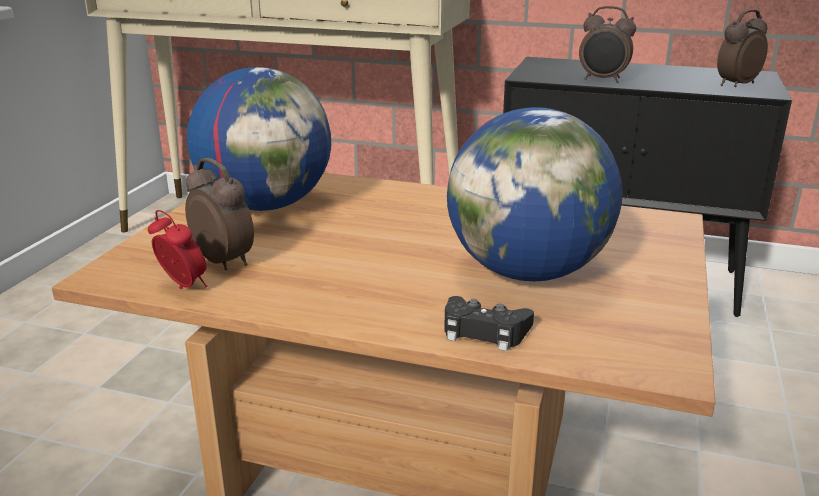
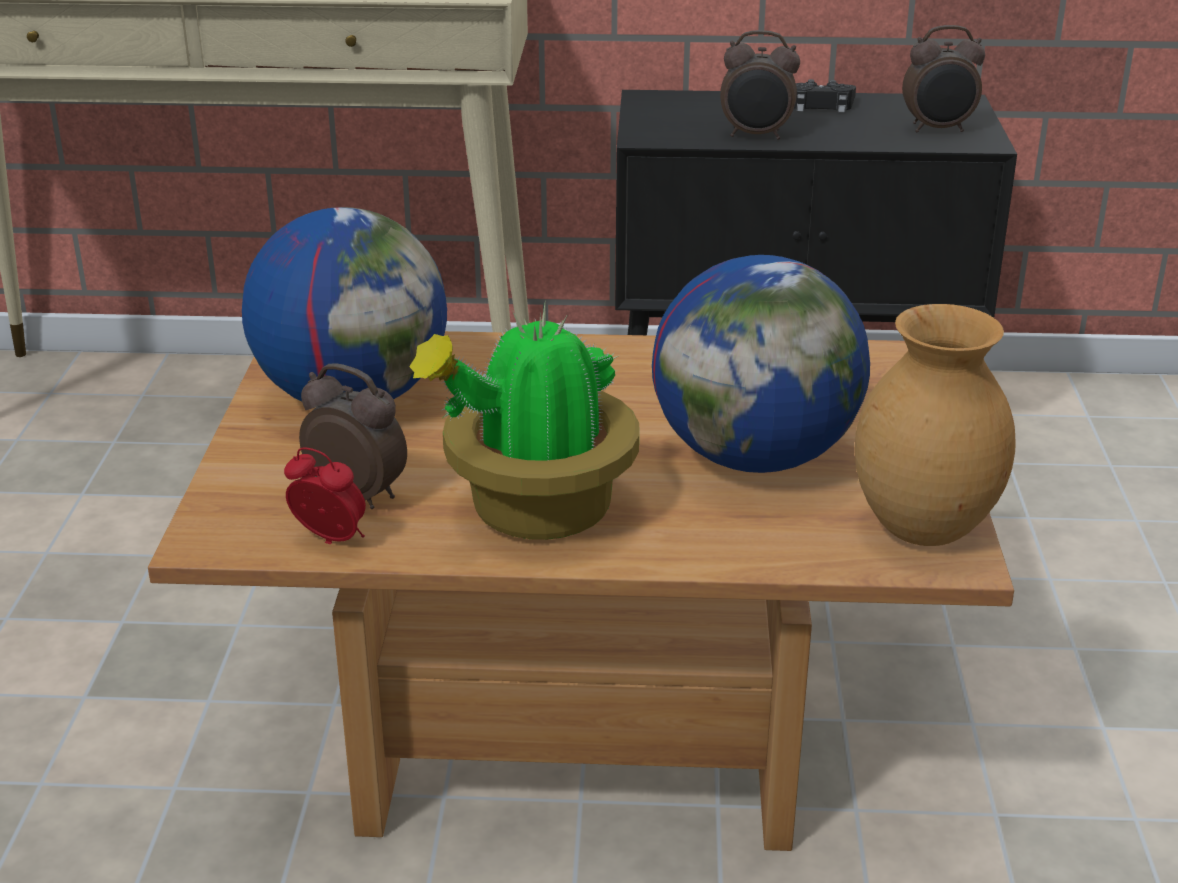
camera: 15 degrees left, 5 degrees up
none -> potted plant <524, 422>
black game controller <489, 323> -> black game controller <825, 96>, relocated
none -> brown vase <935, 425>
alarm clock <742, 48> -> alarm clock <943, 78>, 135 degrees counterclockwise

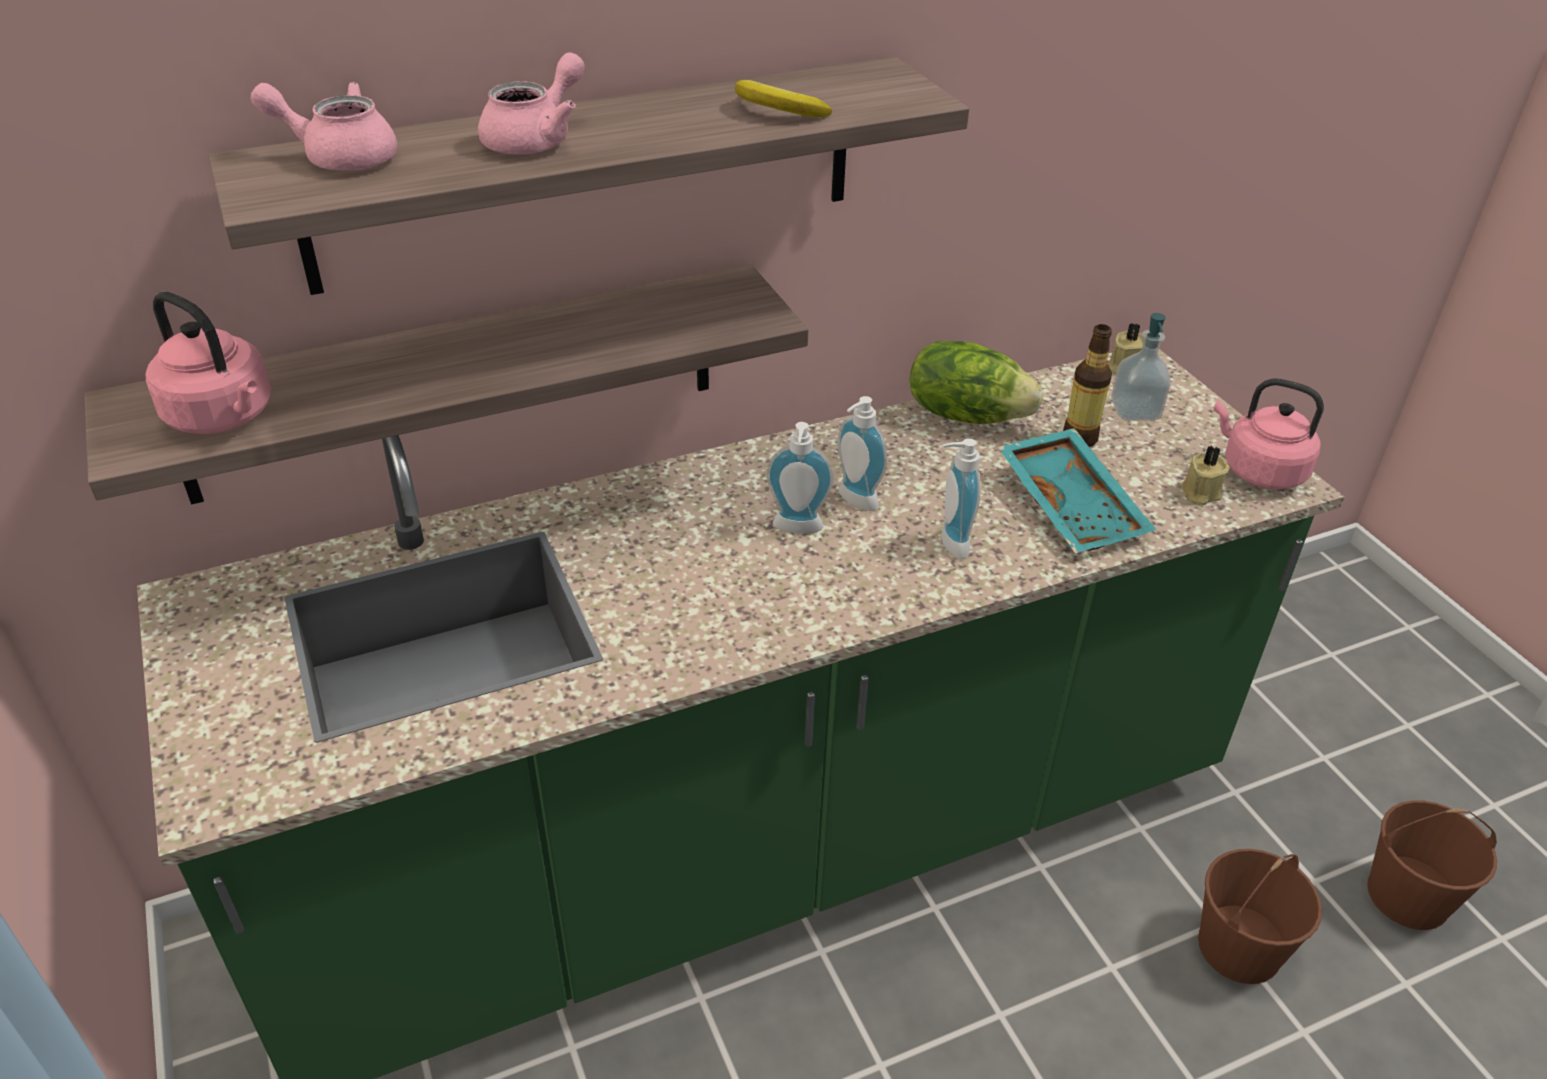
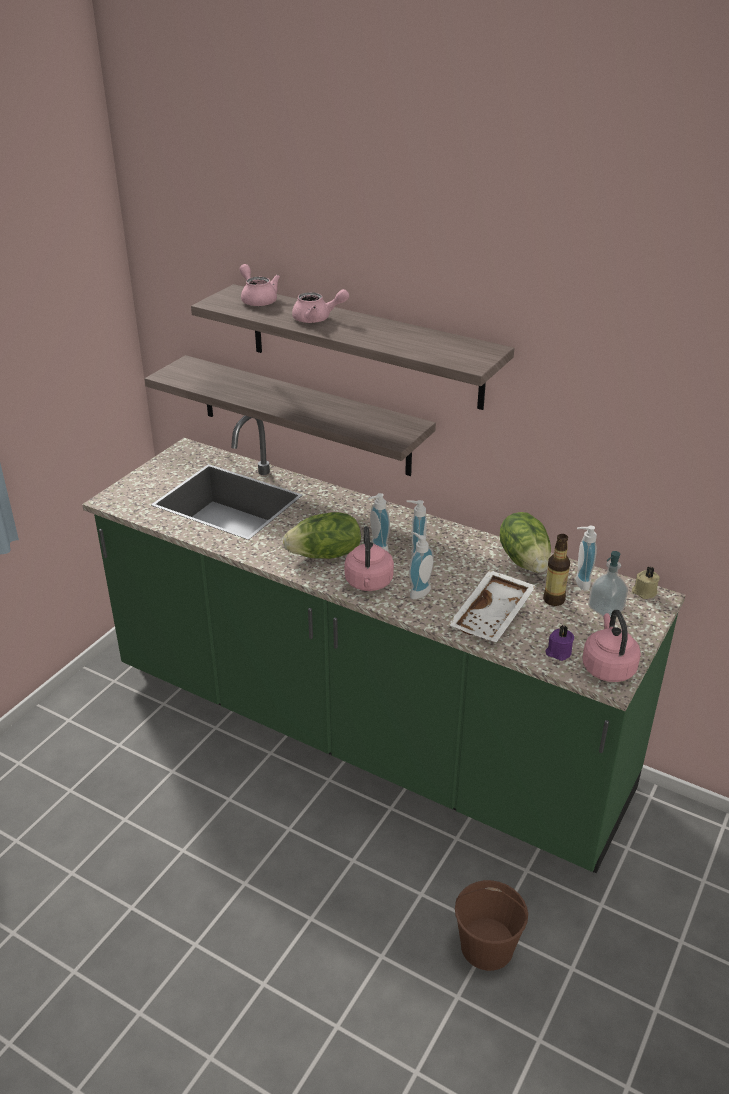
camera: 55 degrees right, 5 degrees down
none -> lettuce <322, 535>
pink kettle <208, 363> -> pink kettle <369, 558>, relocated
turquoise tray <1077, 490> -> white tray <492, 606>
beige candle <1205, 475> -> purple candle <559, 643>
none -> soap dispenser <586, 558>
banana <783, 98> -> none
brown bucket <1432, 865> -> none

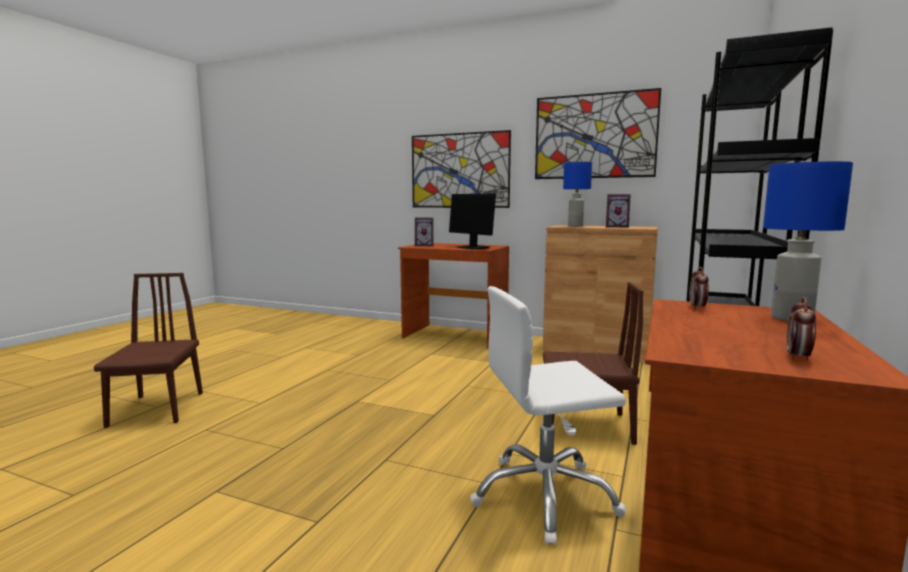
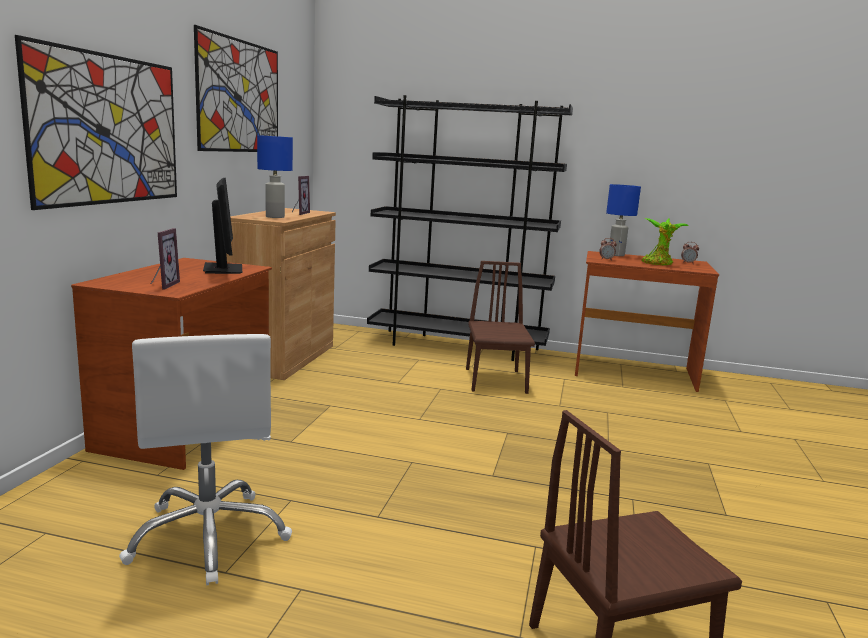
camera: 100 degrees left, 5 degrees up
white office chair <548, 416> -> white office chair <205, 459>, relocated
monitor <472, 221> -> monitor <222, 226>, 60 degrees counterclockwise
none -> potted plant <665, 241>

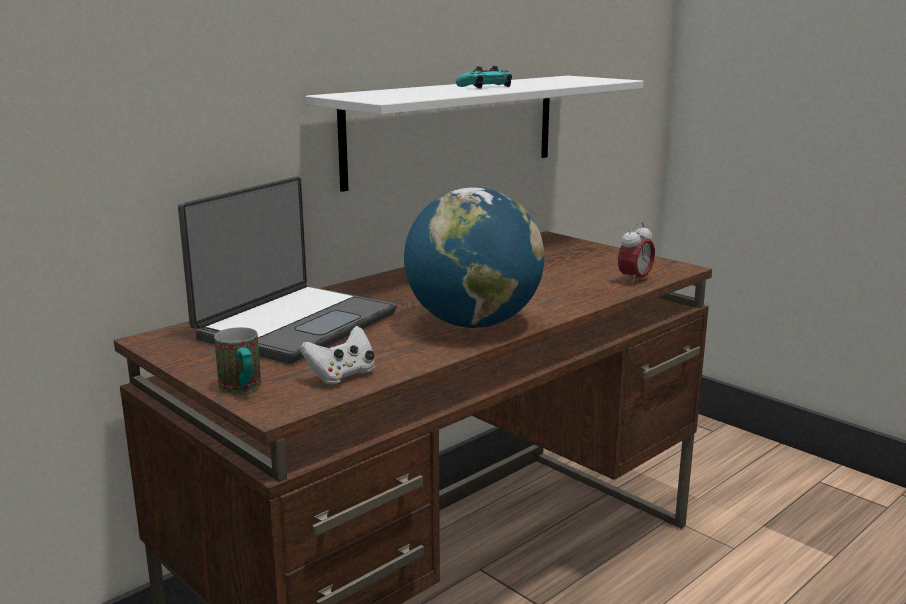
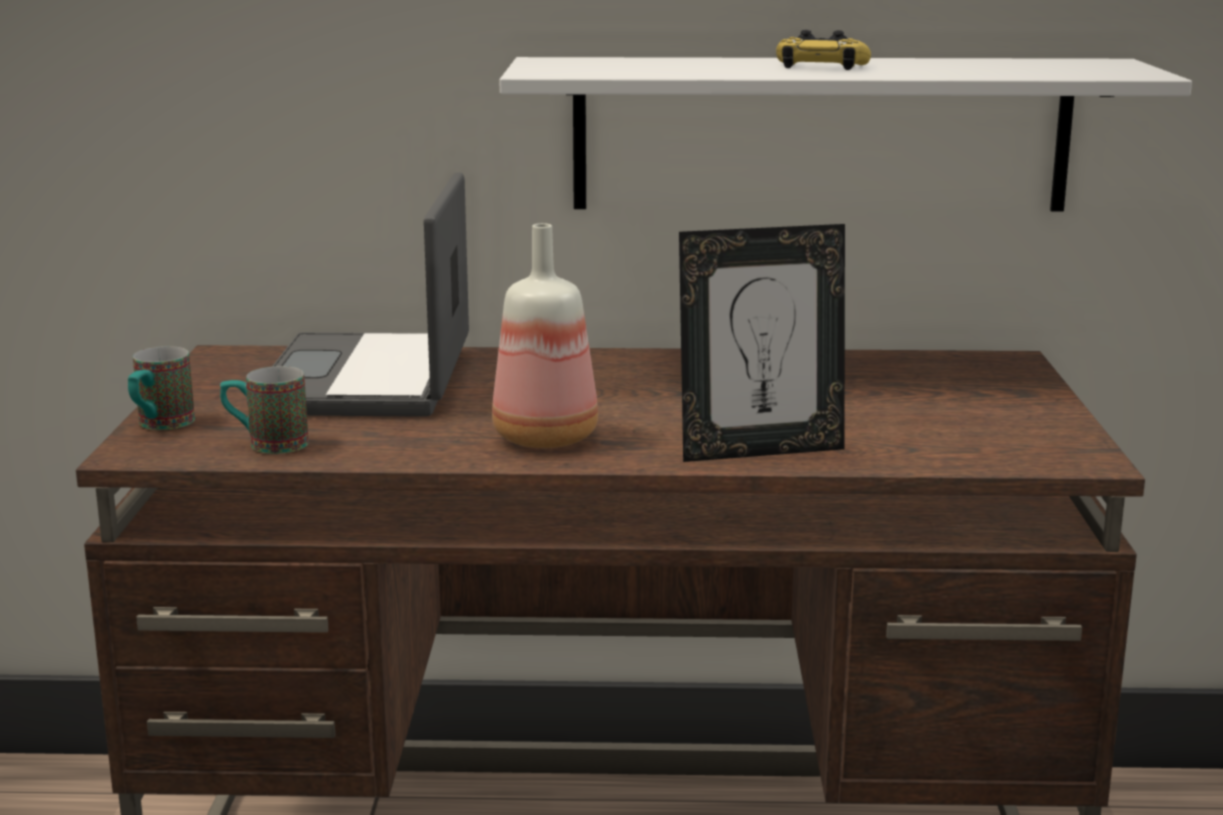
camera: 45 degrees right, 0 degrees up
white game controller <337, 355> -> mug <264, 410>
laptop <287, 270> -> laptop <358, 295>, 105 degrees clockwise
globe <474, 257> -> bottle <545, 335>
none -> picture frame <762, 343>
turquoise game controller <484, 77> -> yellow game controller <823, 50>
alarm clock <636, 253> -> none

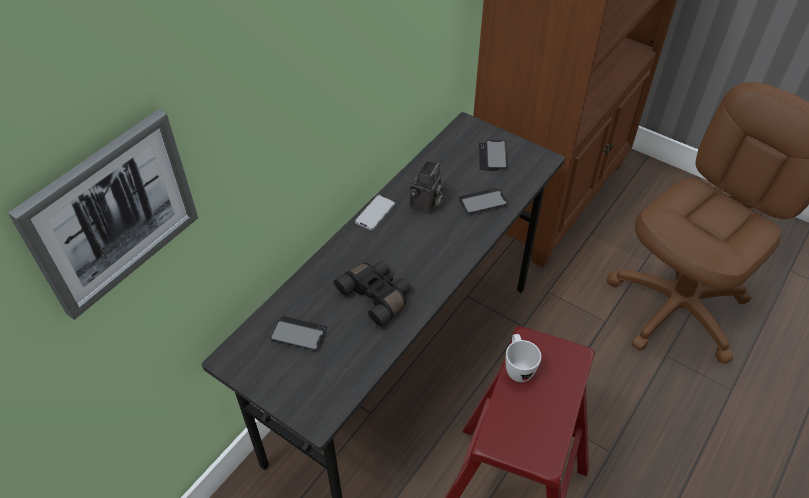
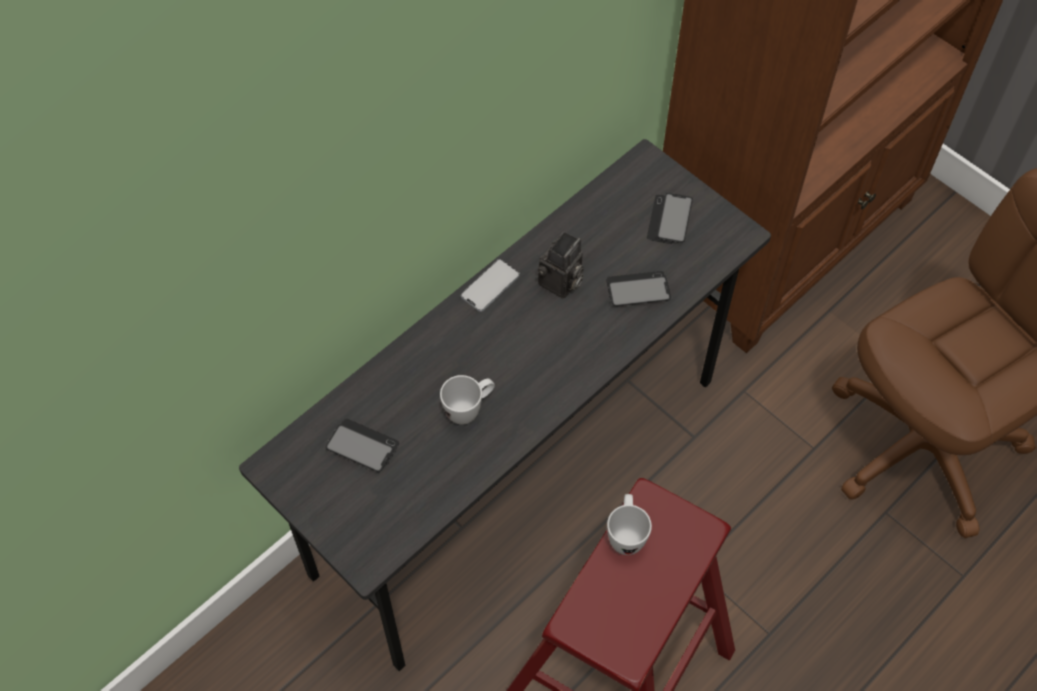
camera: 10 degrees right, 10 degrees up
black binoculars <372, 294> -> white mug <467, 400>
picture <103, 214> -> none

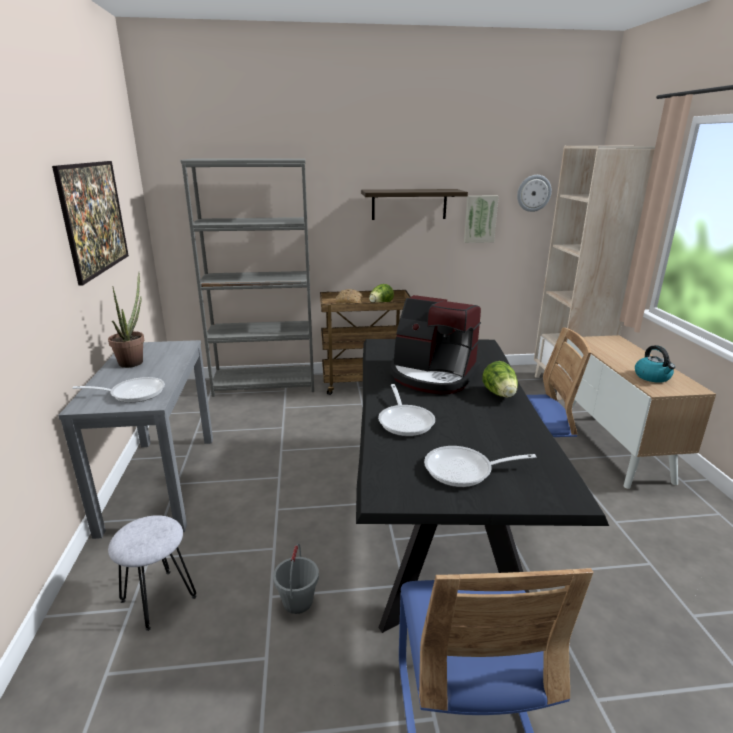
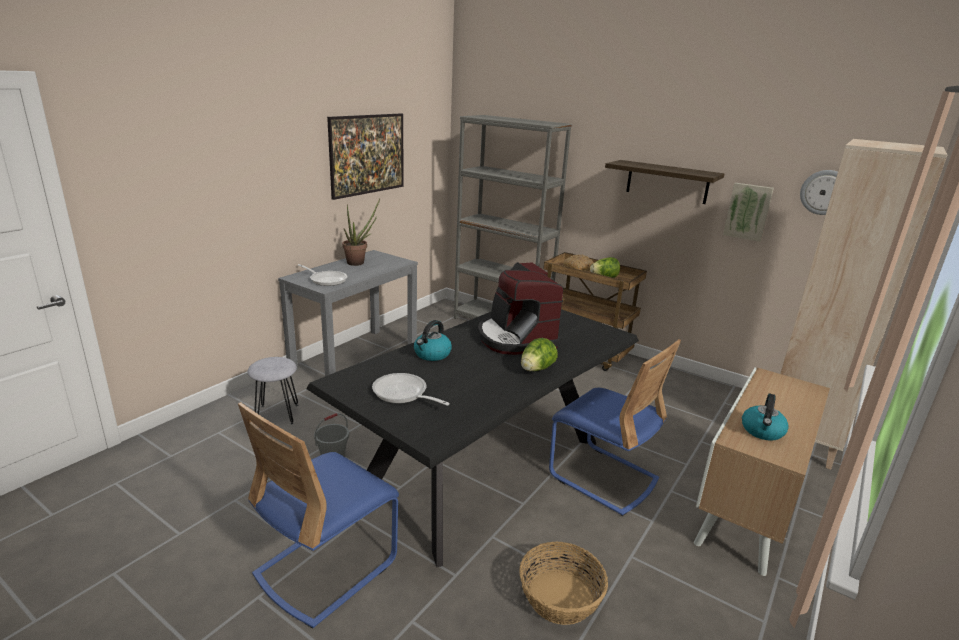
camera: 40 degrees right, 0 degrees up
frying pan <406, 410> -> kettle <433, 340>
none -> basket <563, 583>

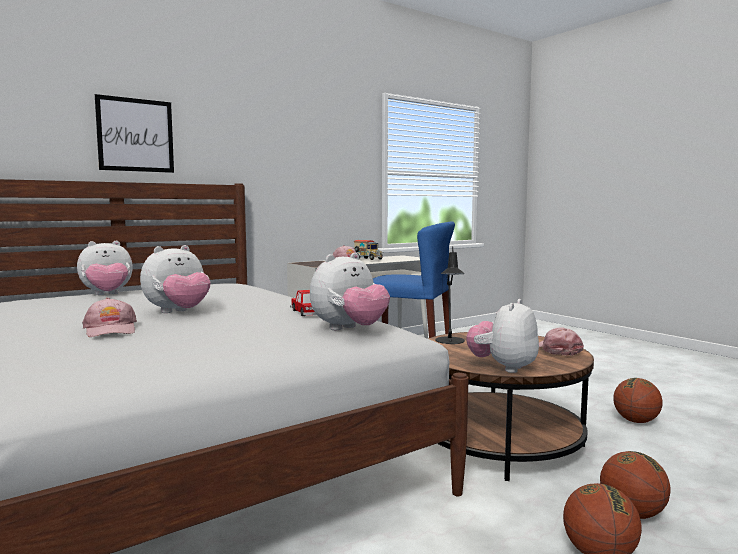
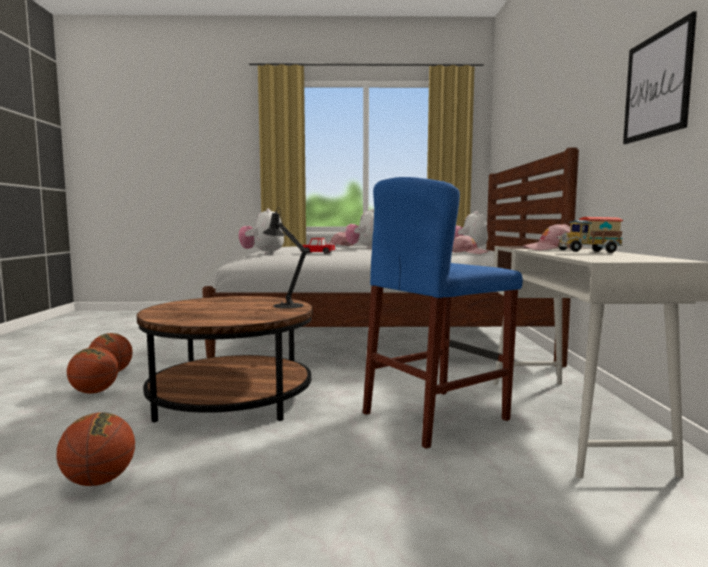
camera: 125 degrees right, 0 degrees up
pink cap <561, 342> -> pink cap <470, 244>, relocated
picture <134, 133> -> picture <660, 77>, relocated
plush toy <502, 336> -> none

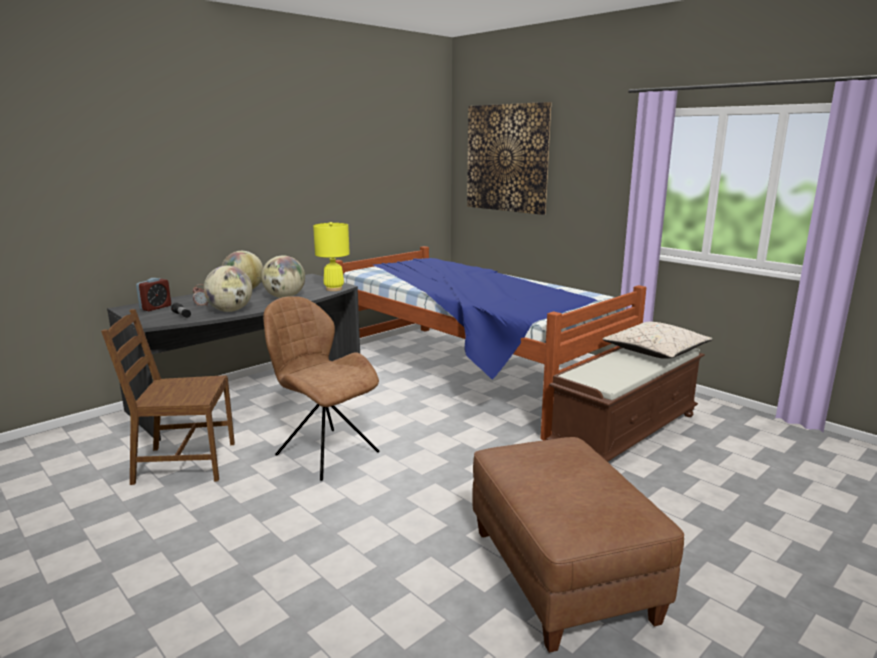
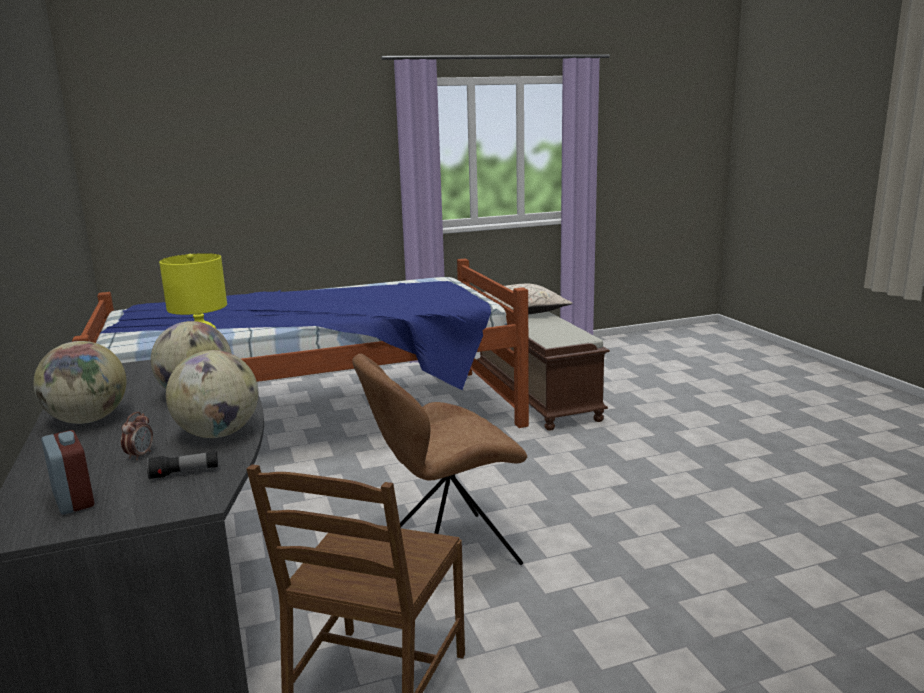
camera: 65 degrees left, 0 degrees up
picture <509, 158> -> none
brown ottoman <578, 545> -> none

